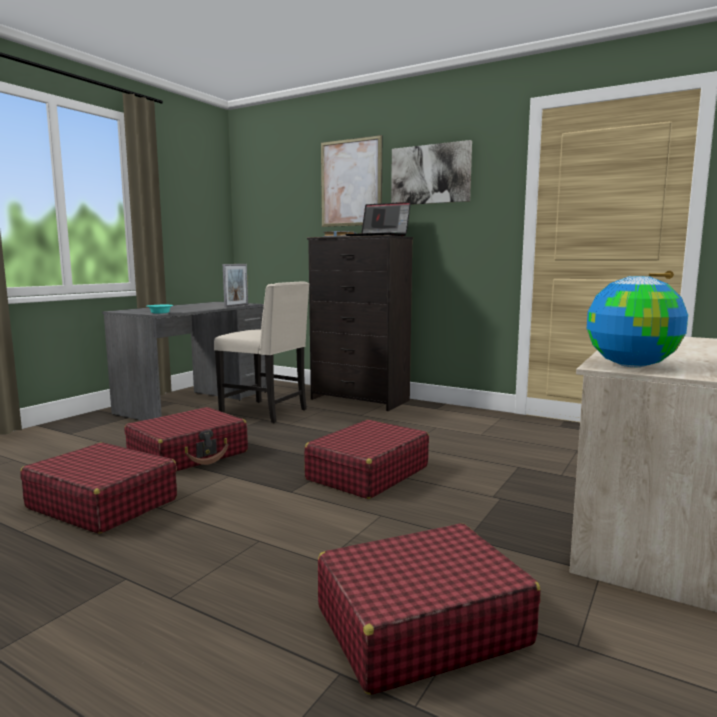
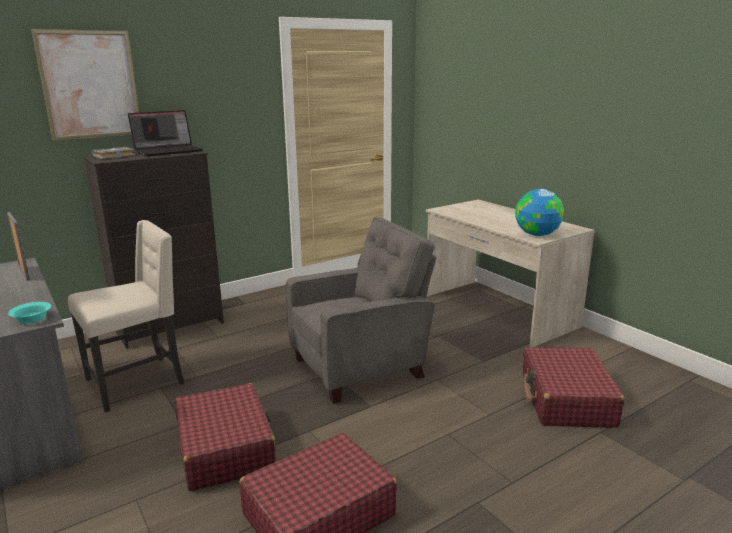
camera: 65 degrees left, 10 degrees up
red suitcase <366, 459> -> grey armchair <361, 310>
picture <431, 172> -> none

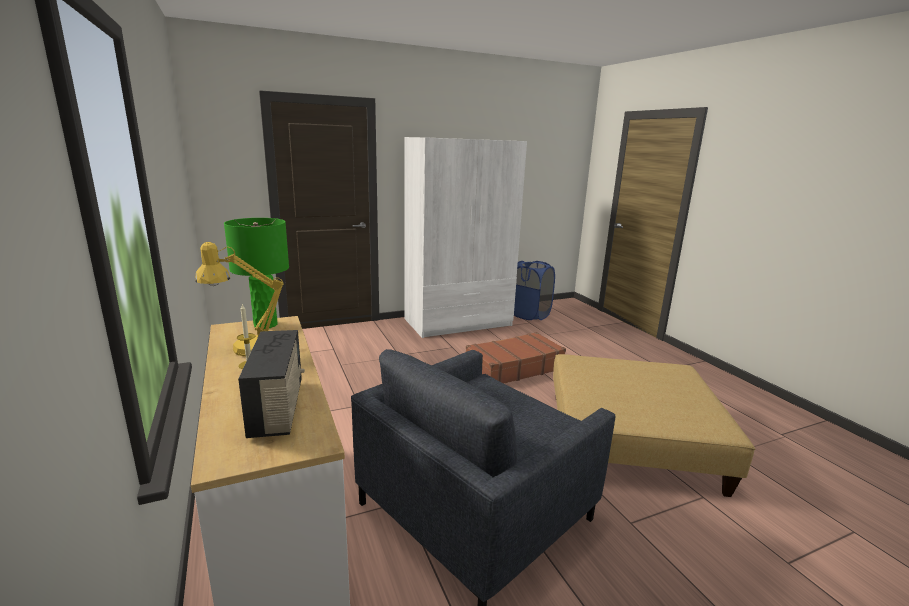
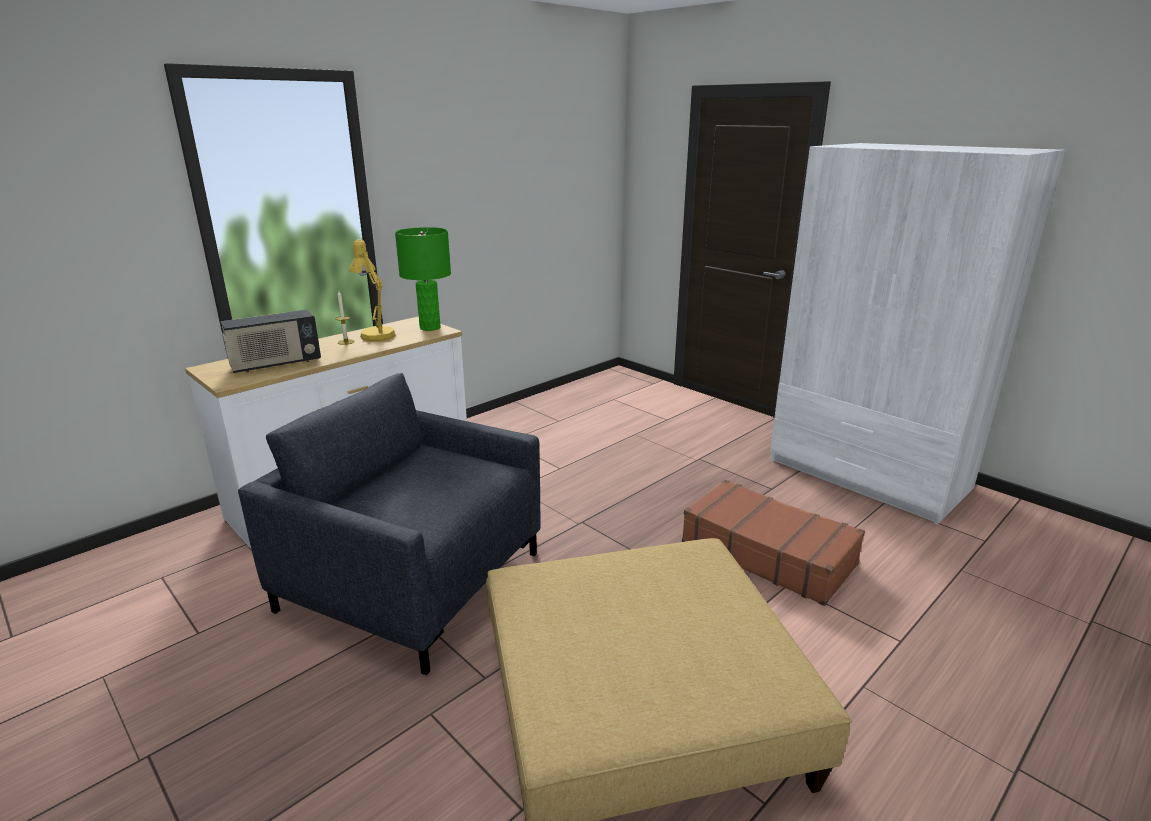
camera: 70 degrees right, 5 degrees up
blue laundry basket <534, 290> -> none

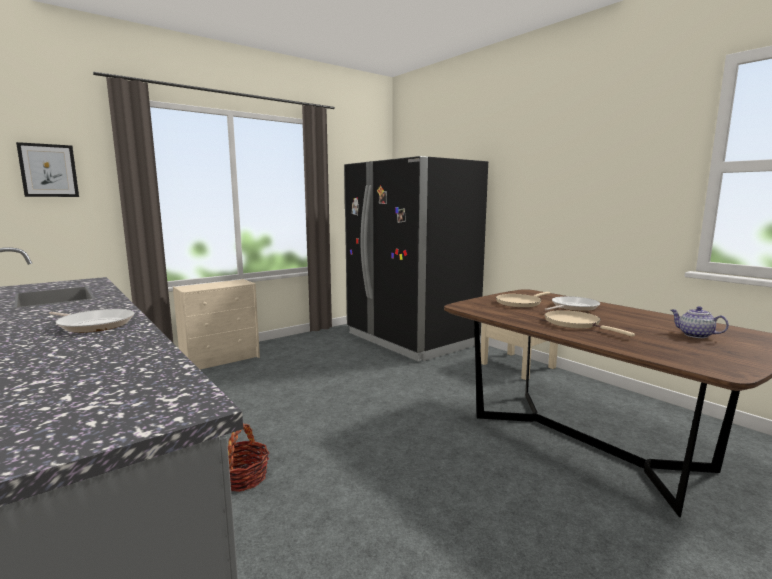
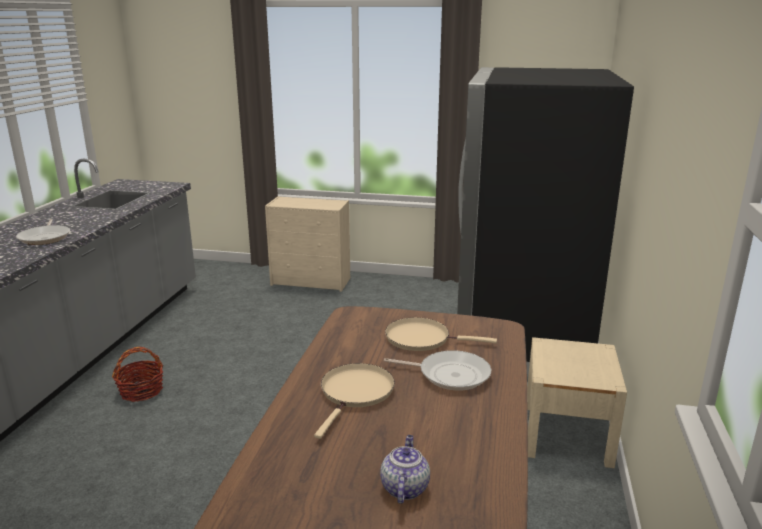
camera: 50 degrees right, 10 degrees up
picture <47, 169> -> none

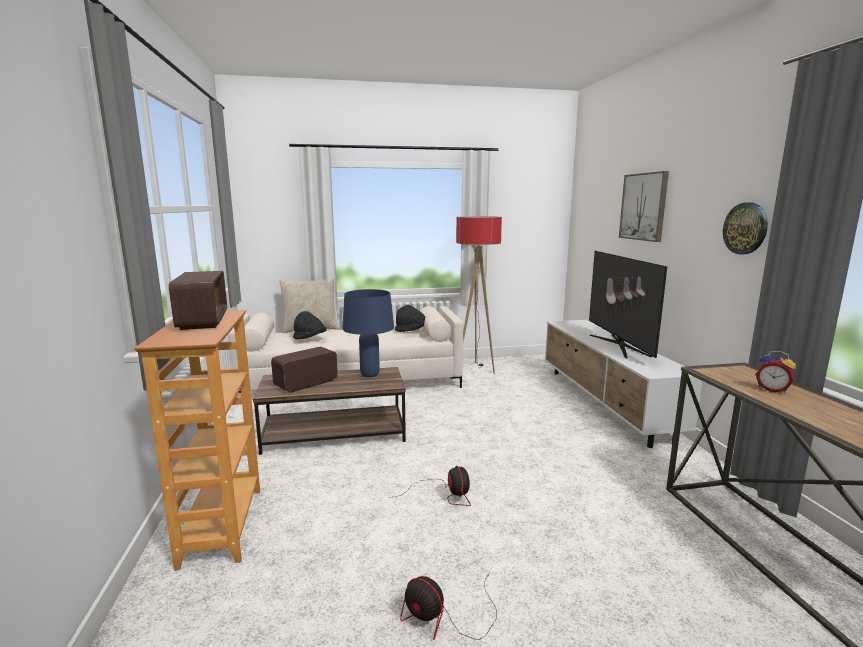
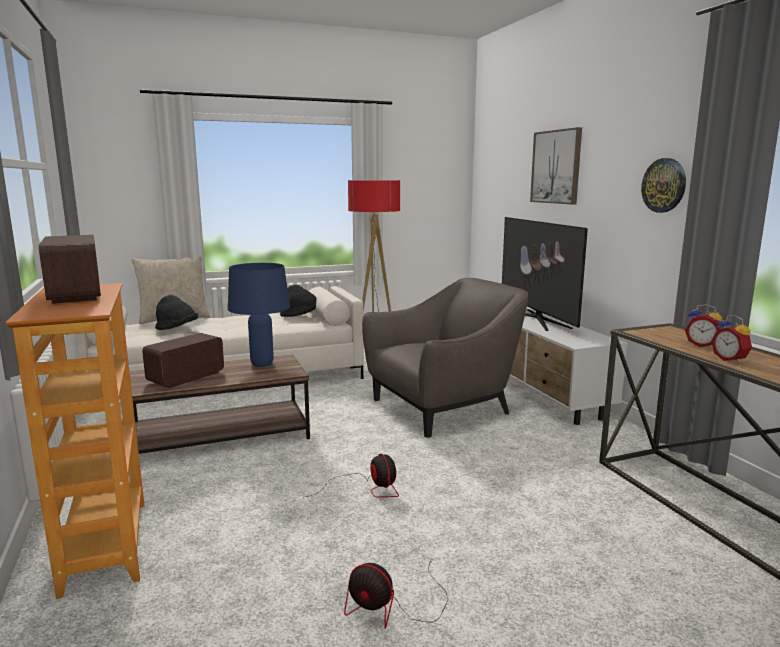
camera: 10 degrees left, 0 degrees up
none -> grey armchair <445, 358>
none -> alarm clock <731, 339>

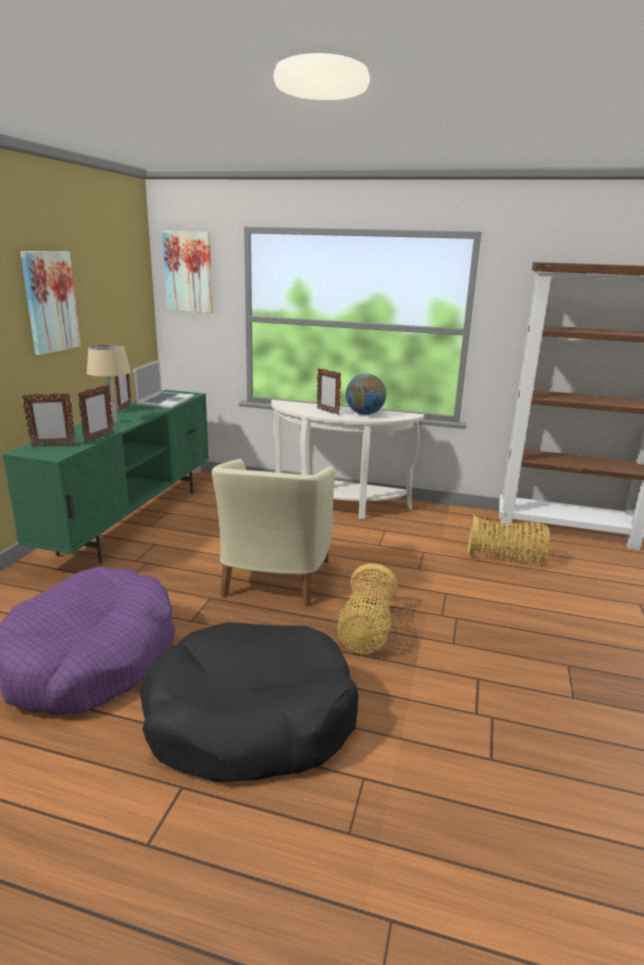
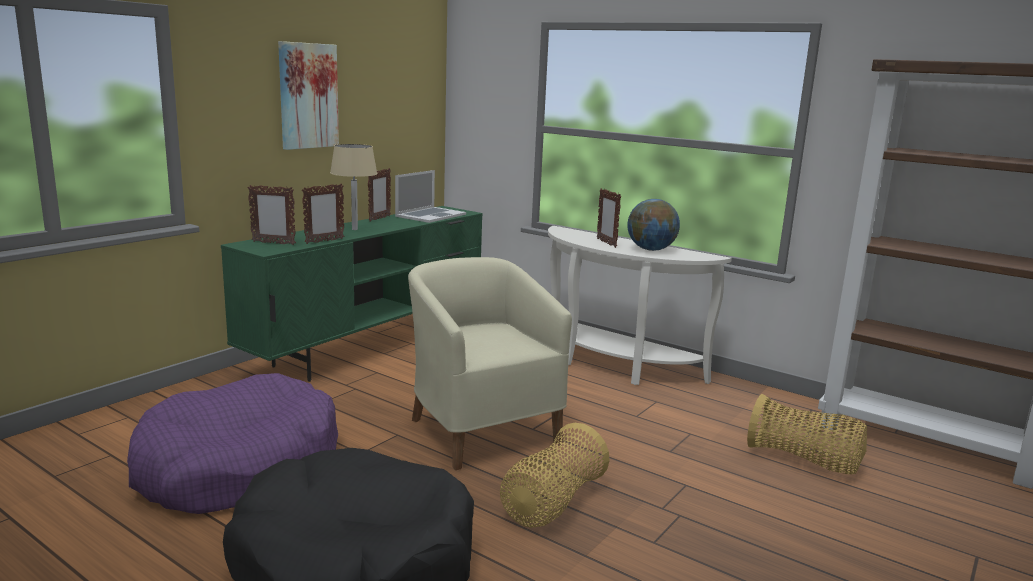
camera: 20 degrees right, 5 degrees down
beige armchair <274, 533> -> beige armchair <490, 363>, 120 degrees clockwise
picture <187, 272> -> none

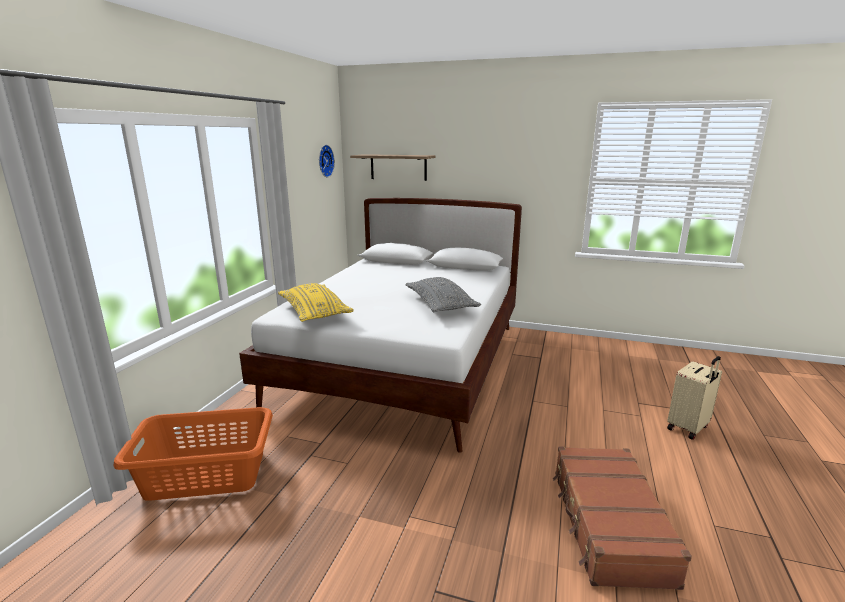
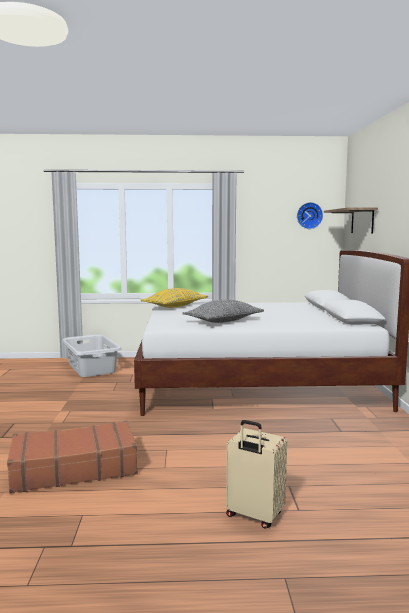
camera: 70 degrees right, 10 degrees down
orange laundry basket <193, 454> -> grey laundry basket <92, 355>

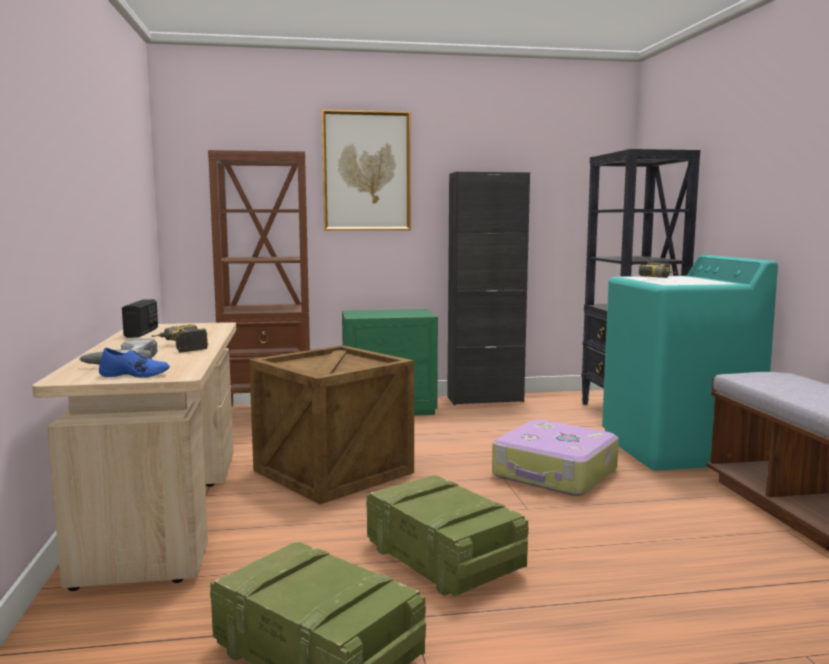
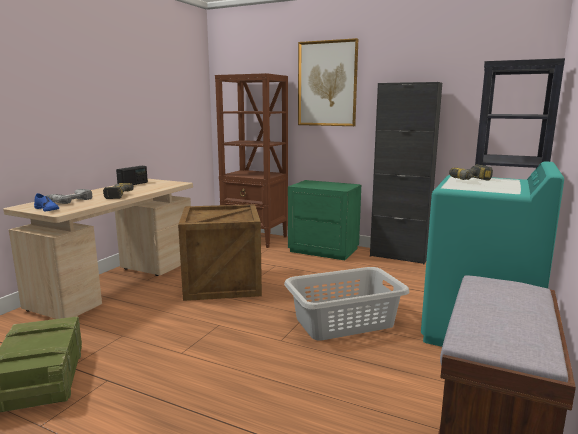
camera: 35 degrees right, 5 degrees up
suitcase <555, 458> -> grey laundry basket <346, 304>
crate <447, 535> -> none

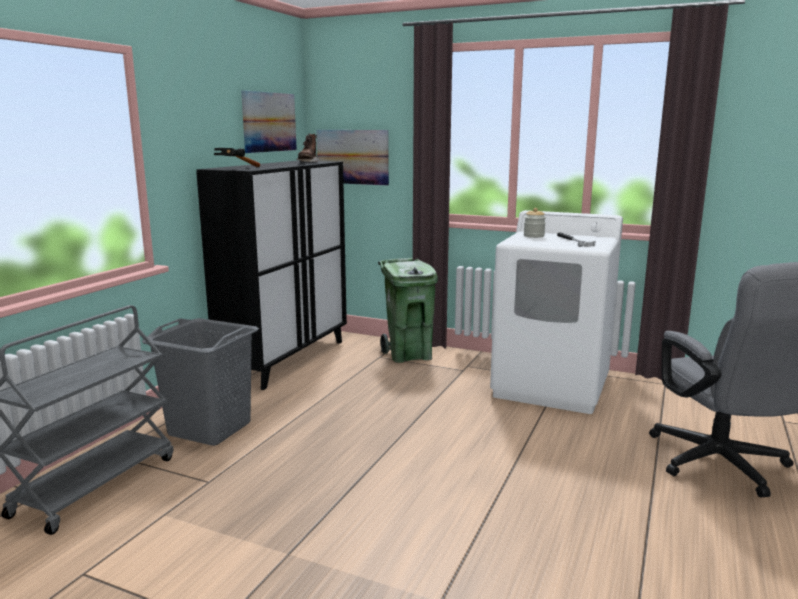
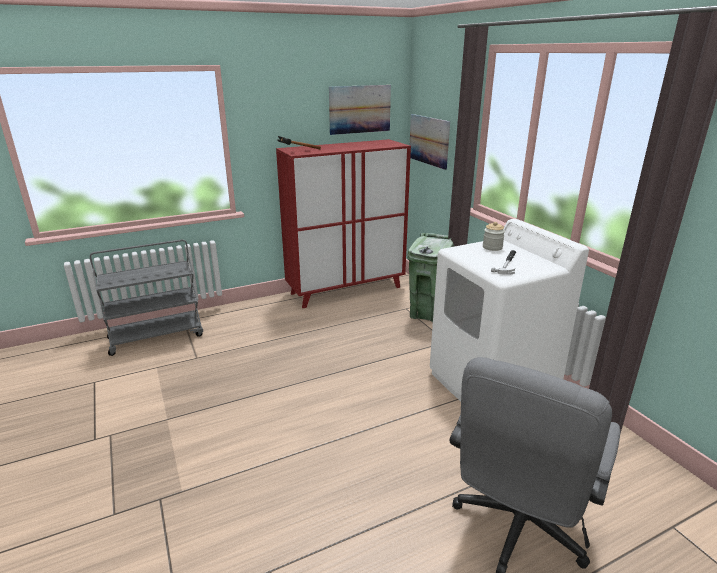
camera: 40 degrees right, 10 degrees up
black cabinet <271, 275> -> red cabinet <343, 223>
grey laundry basket <200, 382> -> none
brown boot <307, 148> -> none

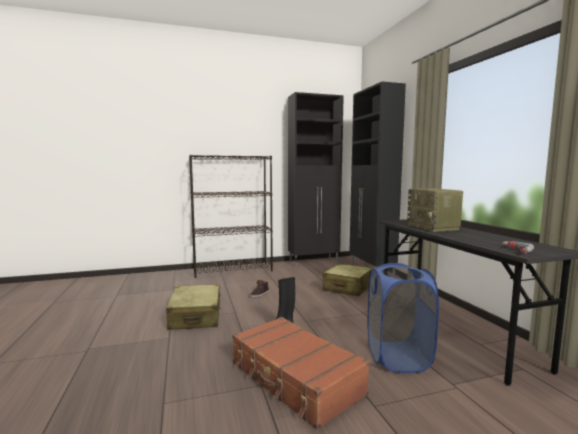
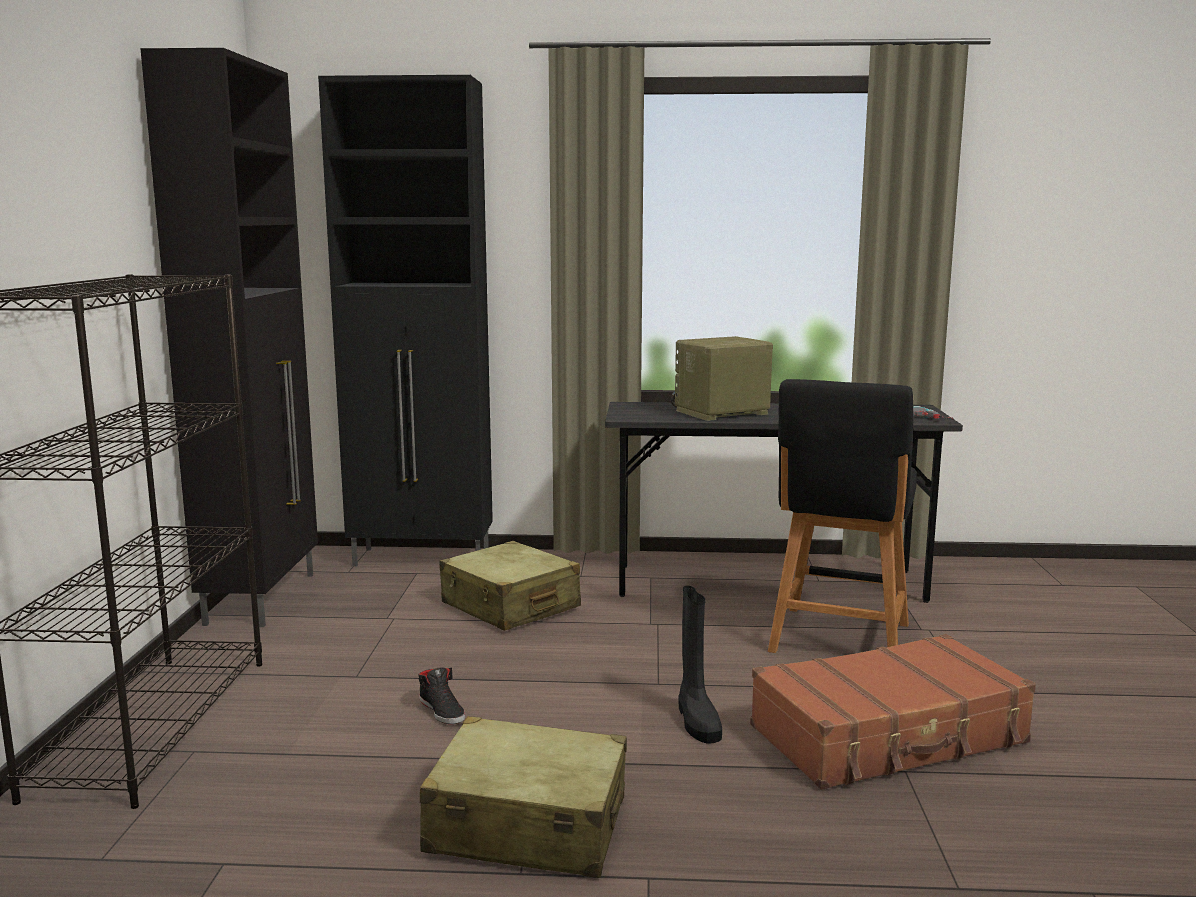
camera: 70 degrees left, 5 degrees up
radio <435, 210> -> radio <721, 378>, 150 degrees clockwise
blue laundry basket <403, 318> -> black stool <842, 516>

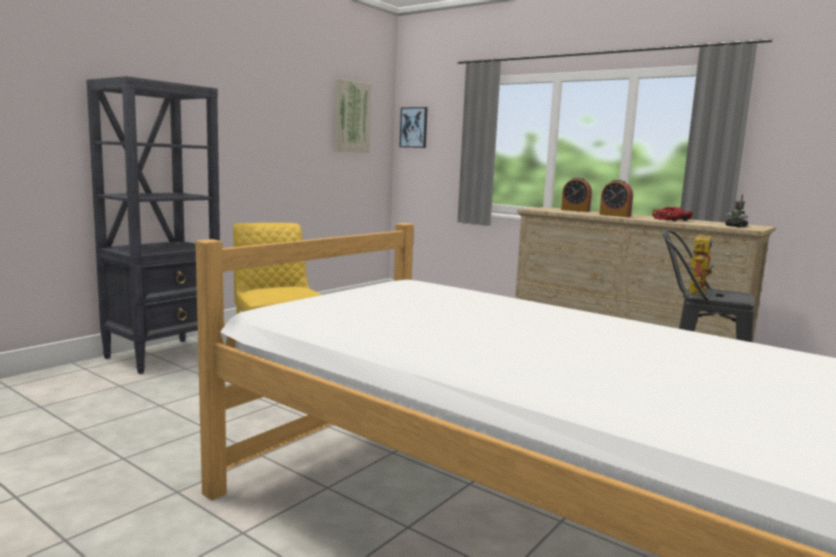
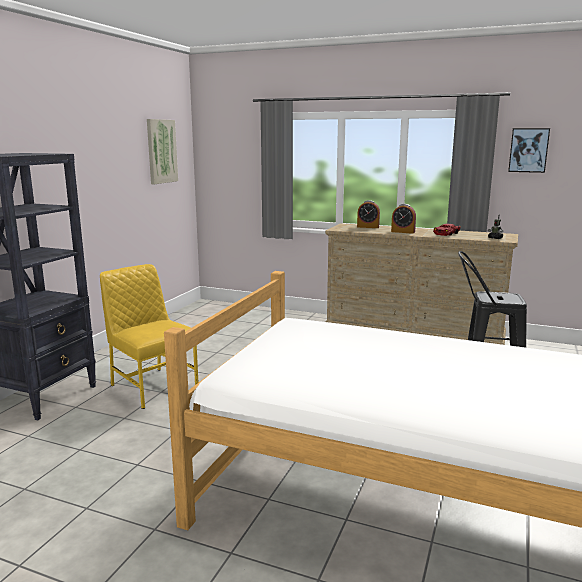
camera: 15 degrees left, 5 degrees up
picture <414, 127> -> picture <529, 150>, relocated
toy robot <701, 263> -> none

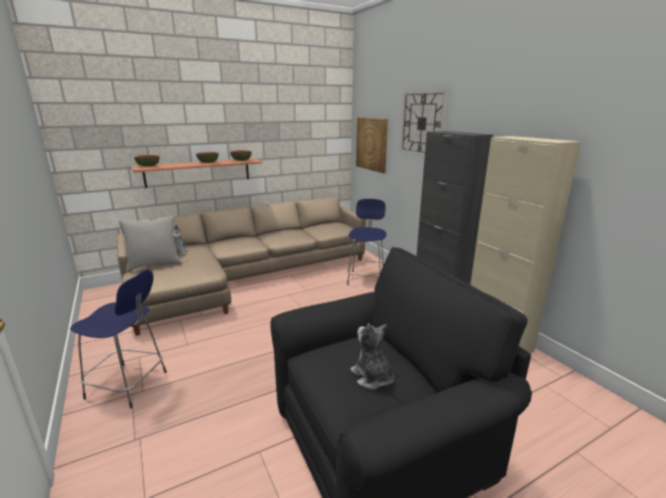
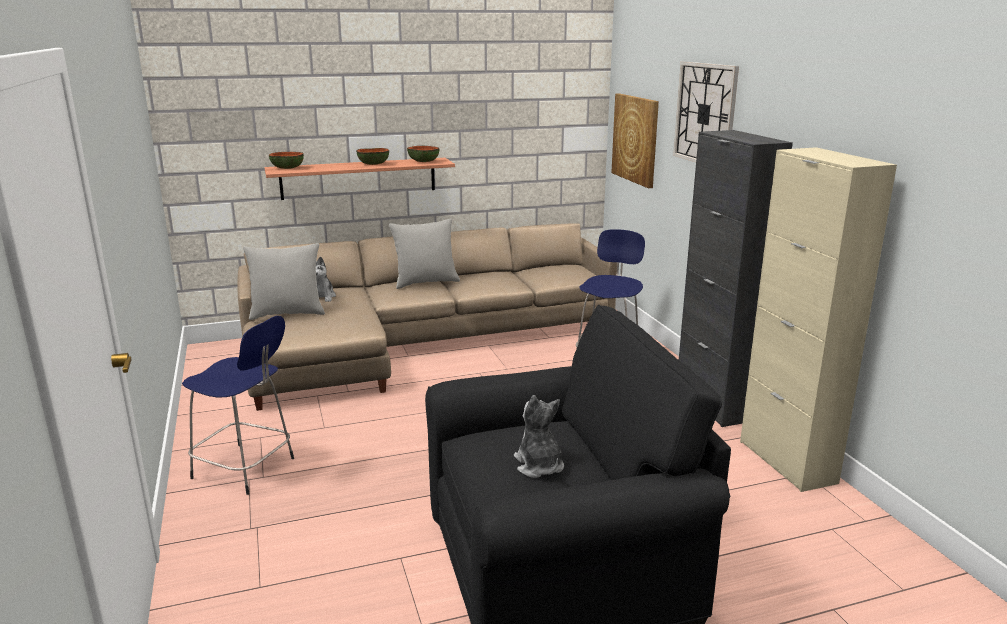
camera: 10 degrees right, 0 degrees up
none -> grey pillow <424, 254>

